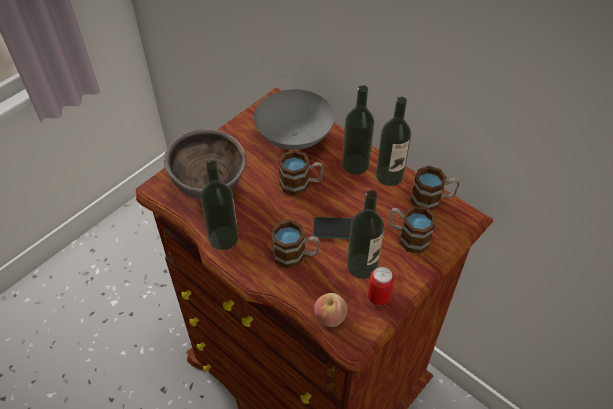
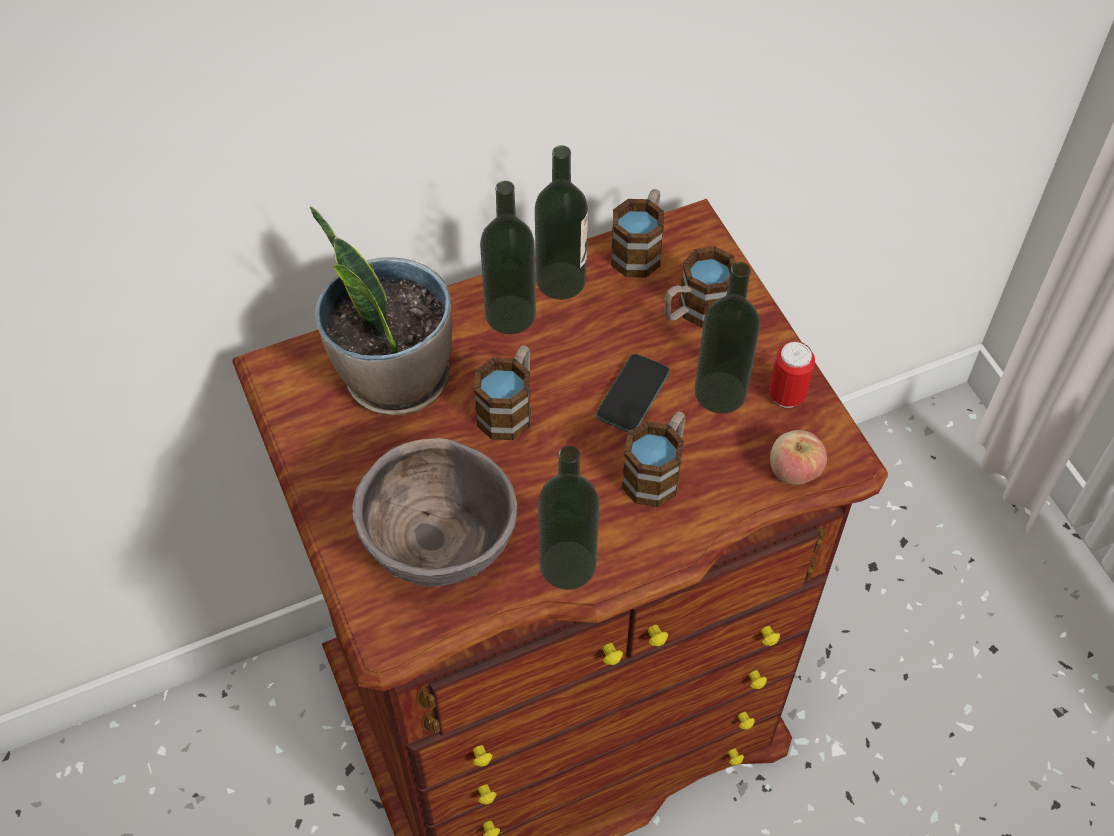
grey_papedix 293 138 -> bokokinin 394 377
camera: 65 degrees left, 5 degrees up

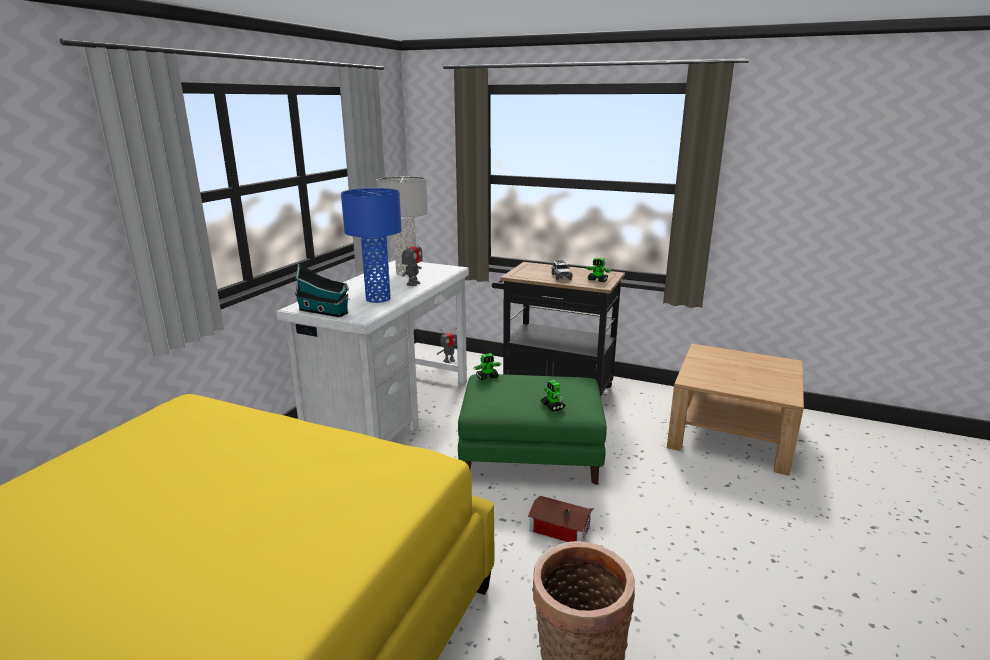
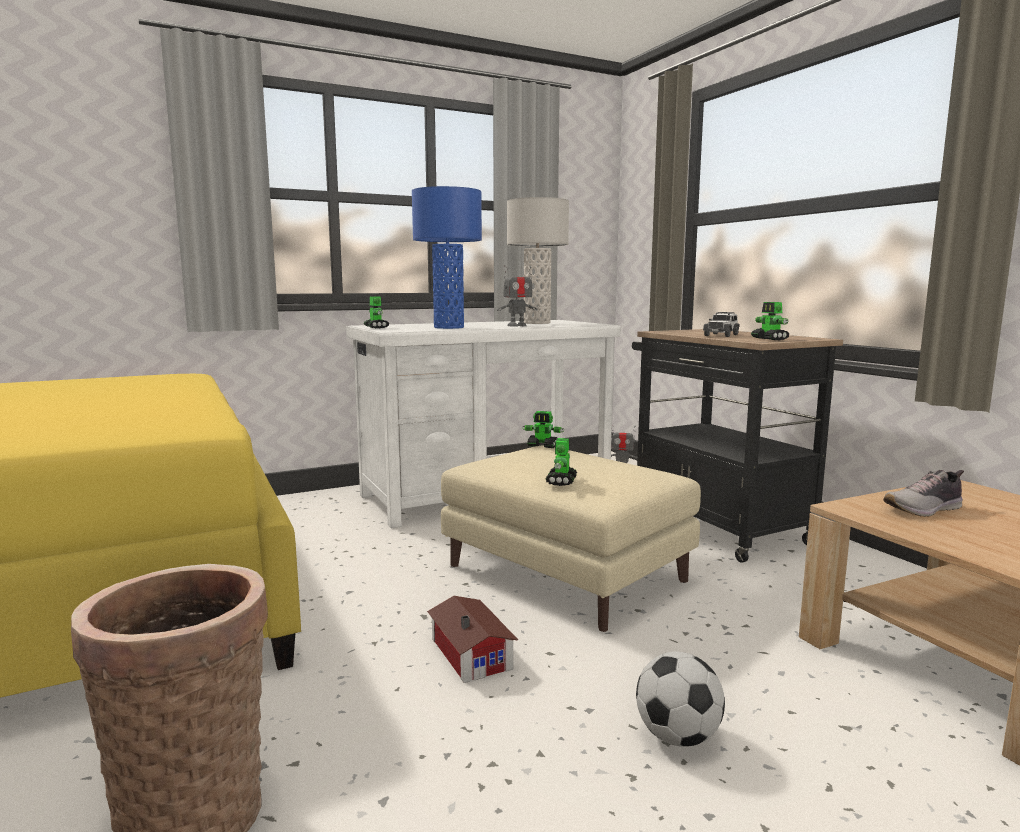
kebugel 325 312 -> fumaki 376 327
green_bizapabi 532 455 -> beige_bizapabi 568 575
none -> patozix 924 509
none -> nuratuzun 678 737
camera: 40 degrees right, 10 degrees down

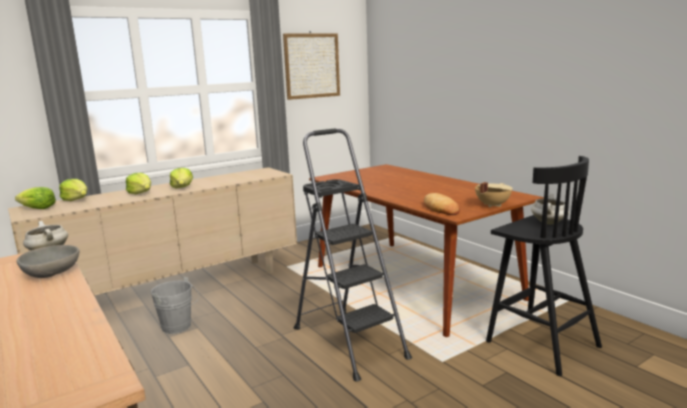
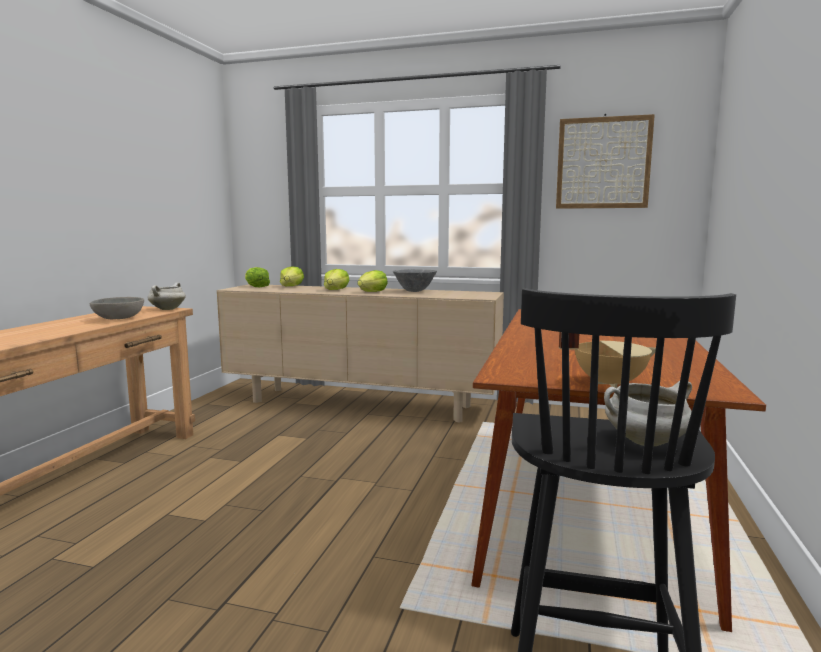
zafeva 348 341 -> none
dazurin 440 208 -> none
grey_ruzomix 179 327 -> none
none -> grey_papedix 414 291
camera: 50 degrees right, 5 degrees down

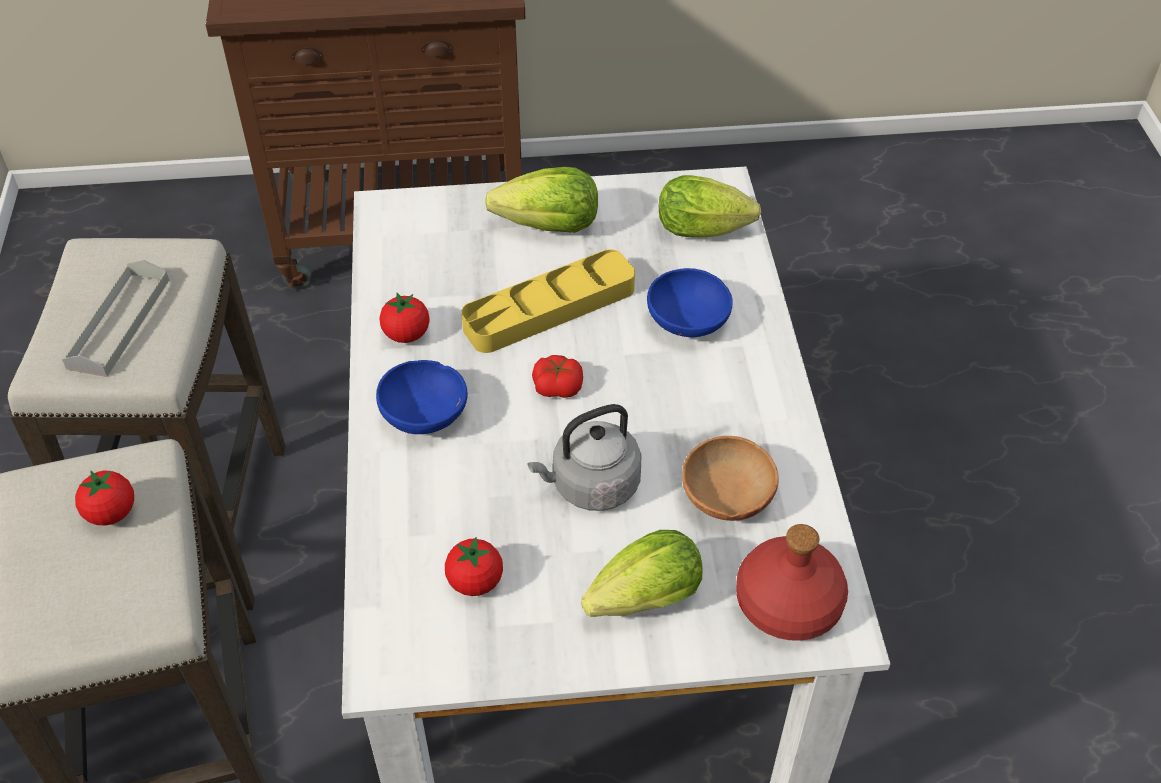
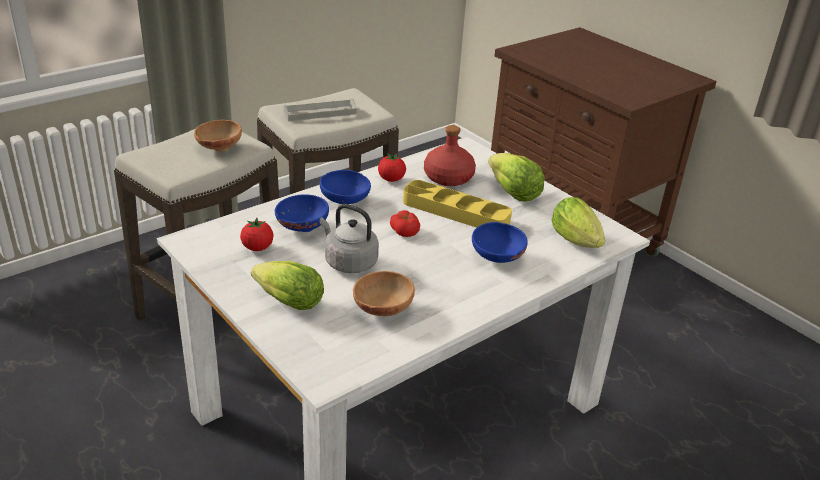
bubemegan 111 513 -> brown_papedix 218 148
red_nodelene 786 604 -> red_nodelene 448 177, relocated
none -> blue_papedix 301 227
camera: 55 degrees right, 15 degrees down

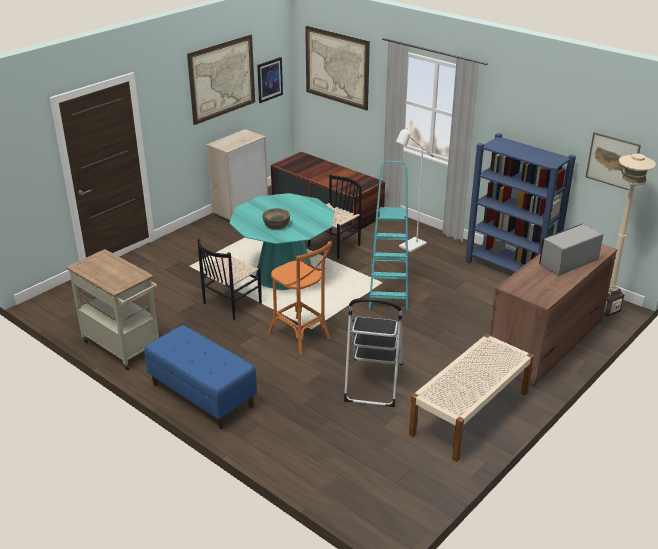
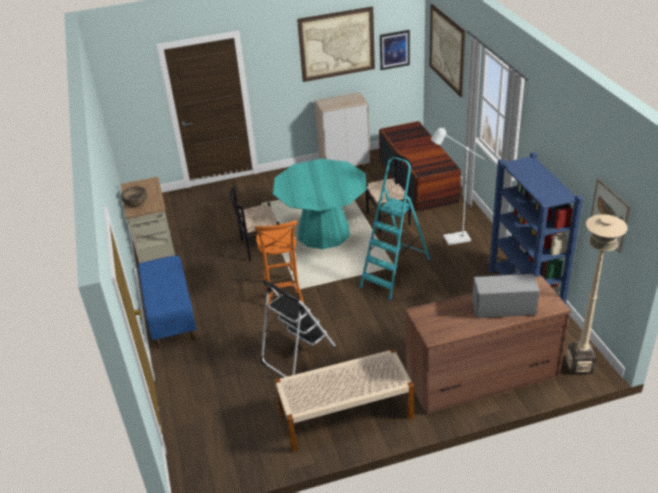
brown_papedix 276 224 -> brown_papedix 136 202, relocated
camera: 35 degrees right, 5 degrees up

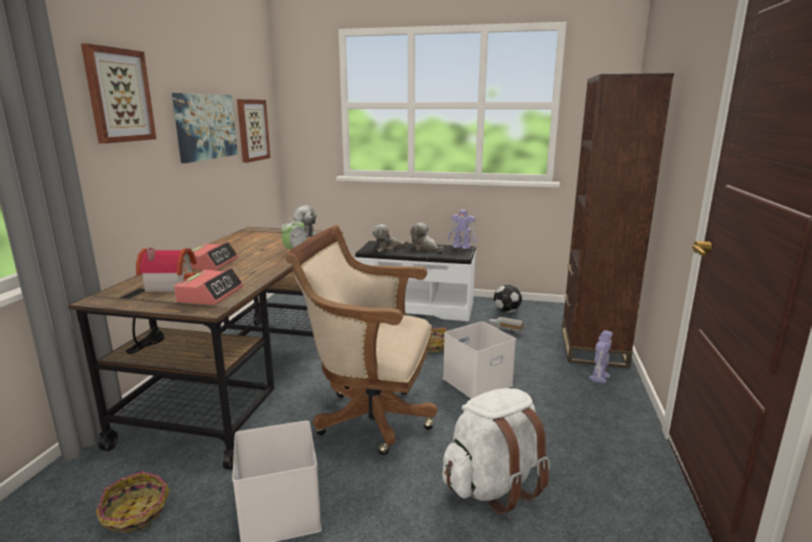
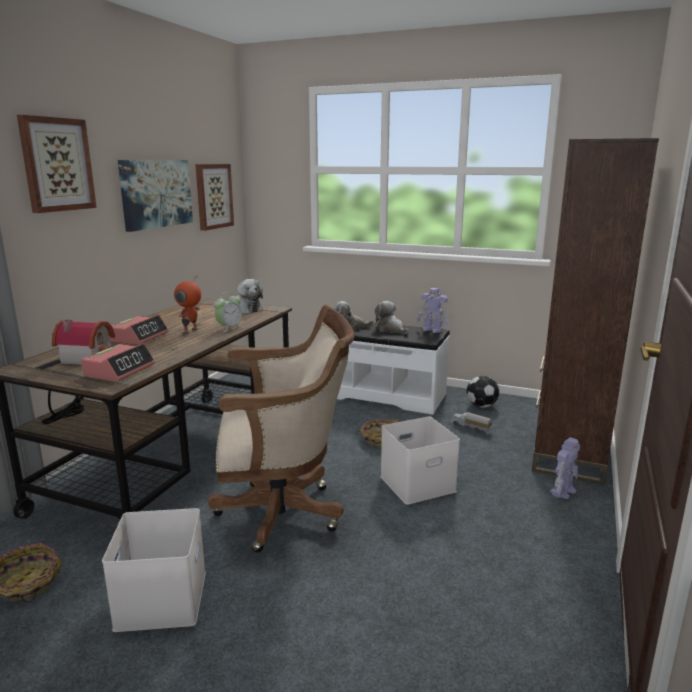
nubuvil 368 418 -> nubuvil 285 512, 150 degrees clockwise
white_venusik 493 485 -> none
none -> fumaki 191 331
camera: 10 degrees right, 0 degrees up

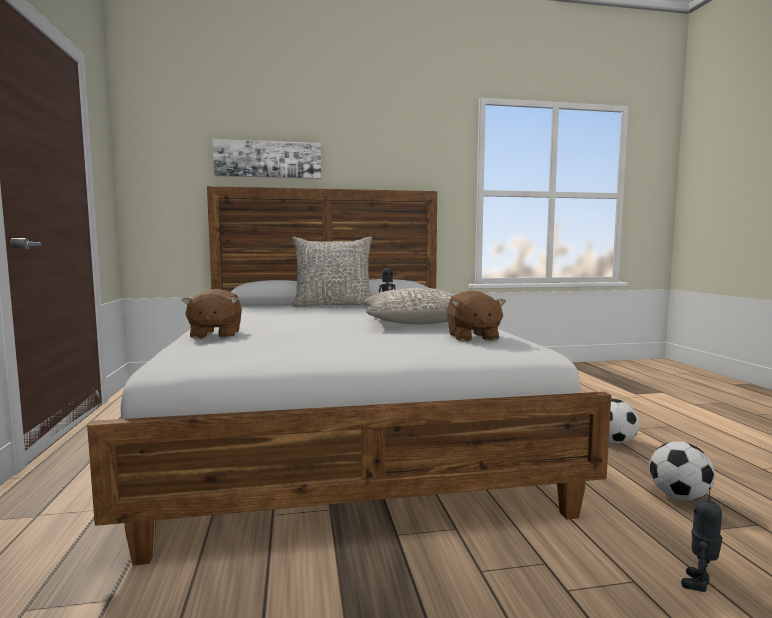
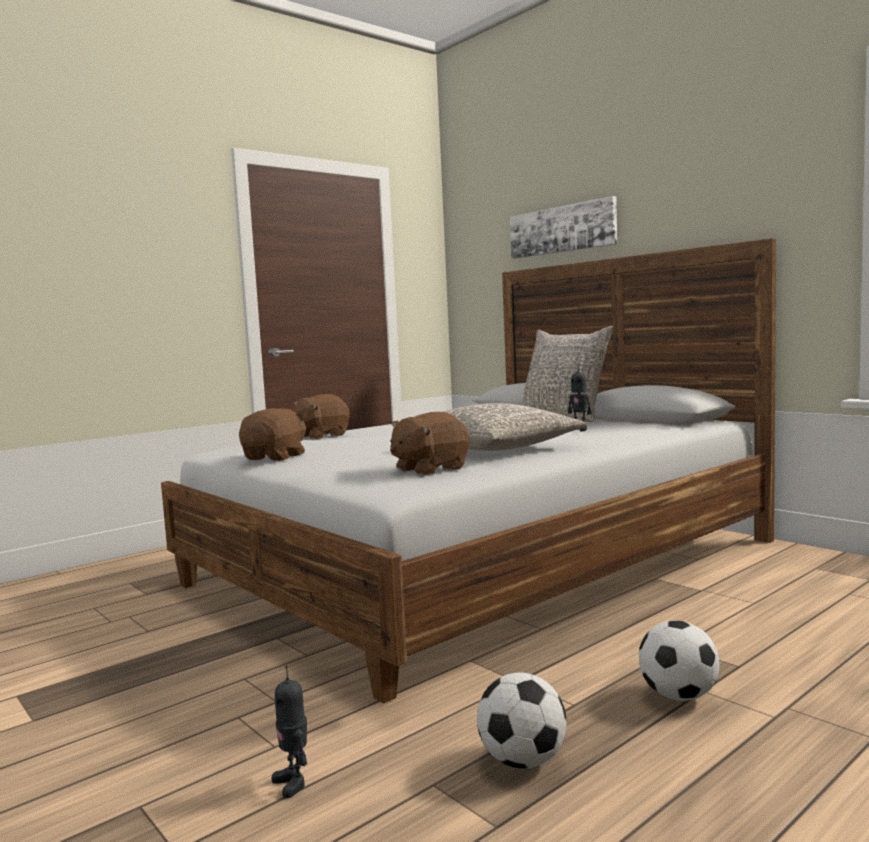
fumaki 700 584 -> fumaki 293 783, 135 degrees counterclockwise
none -> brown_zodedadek 276 457
camera: 60 degrees right, 0 degrees up

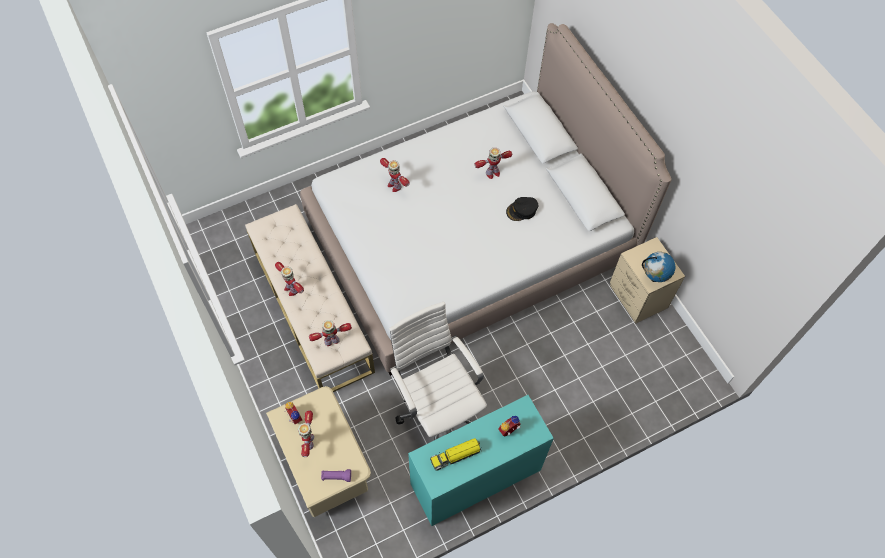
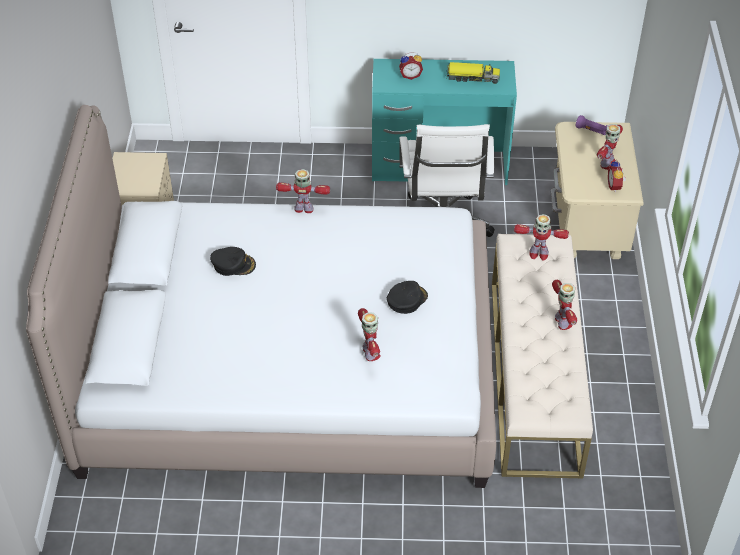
fumaki 492 173 -> fumaki 304 209, relocated
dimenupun 654 277 -> none
none -> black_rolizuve 406 299
camera: 150 degrees left, 15 degrees down

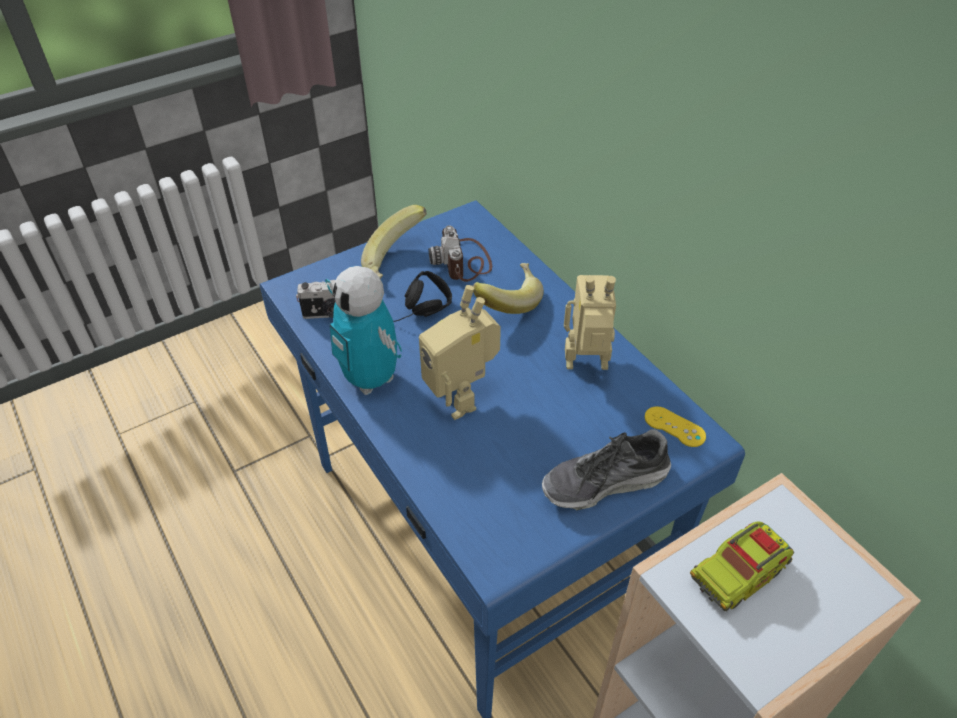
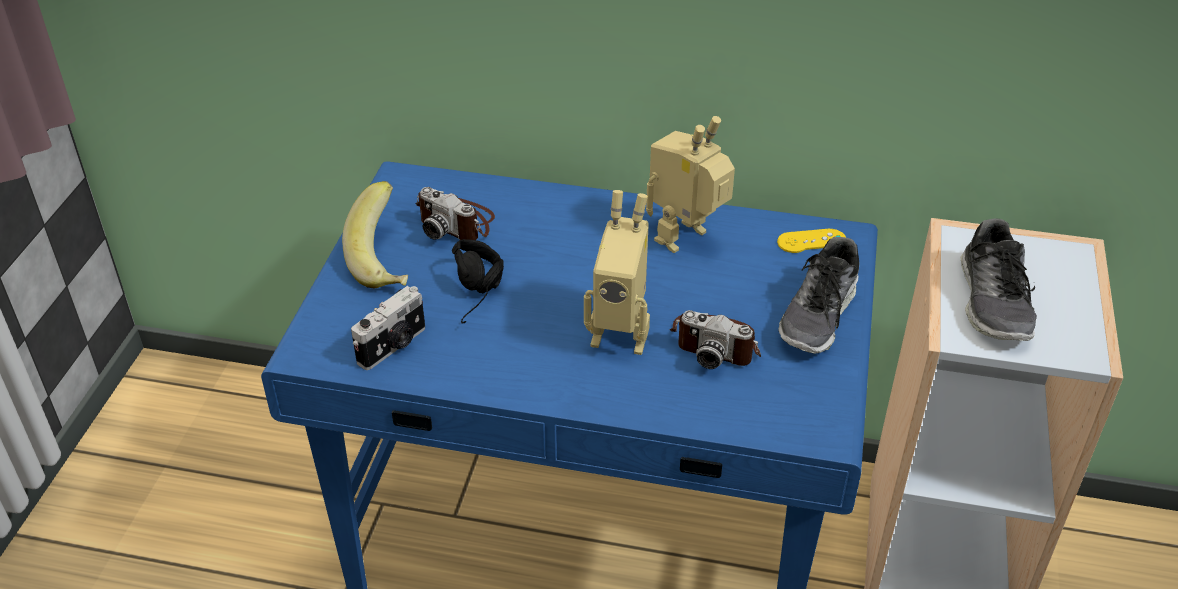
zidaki 507 301 -> none
fumaki 370 379 -> none
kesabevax 738 573 -> patozix 994 302
none -> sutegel 716 343
camera: 45 degrees left, 5 degrees down

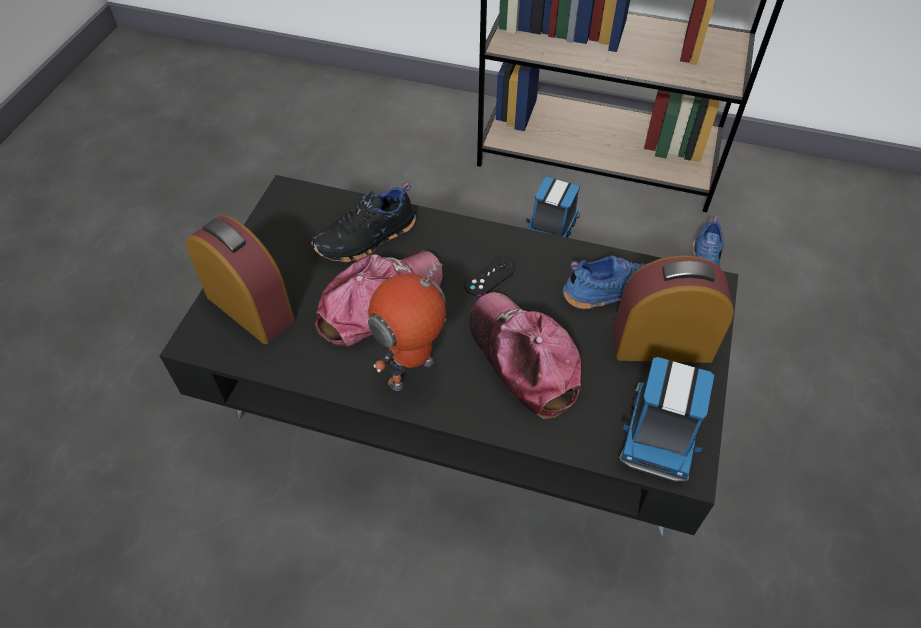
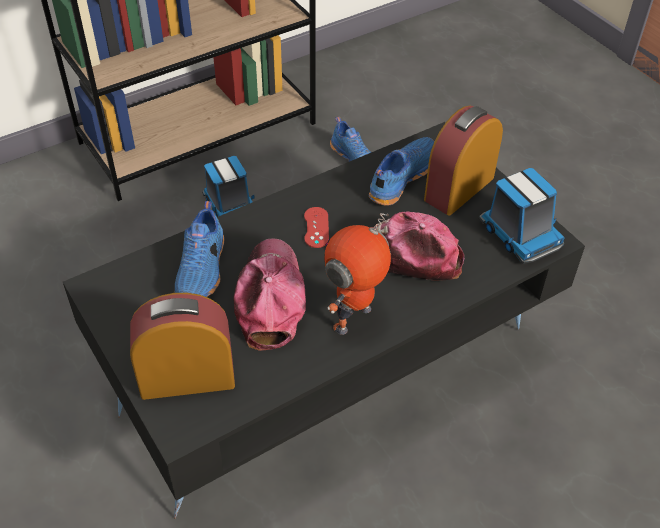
black_patozix 367 239 -> blue_patozix 203 269
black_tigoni 490 276 -> red_tigoni 316 227
fumaki 413 374 -> fumaki 354 320, 45 degrees clockwise
camera: 50 degrees left, 5 degrees down

